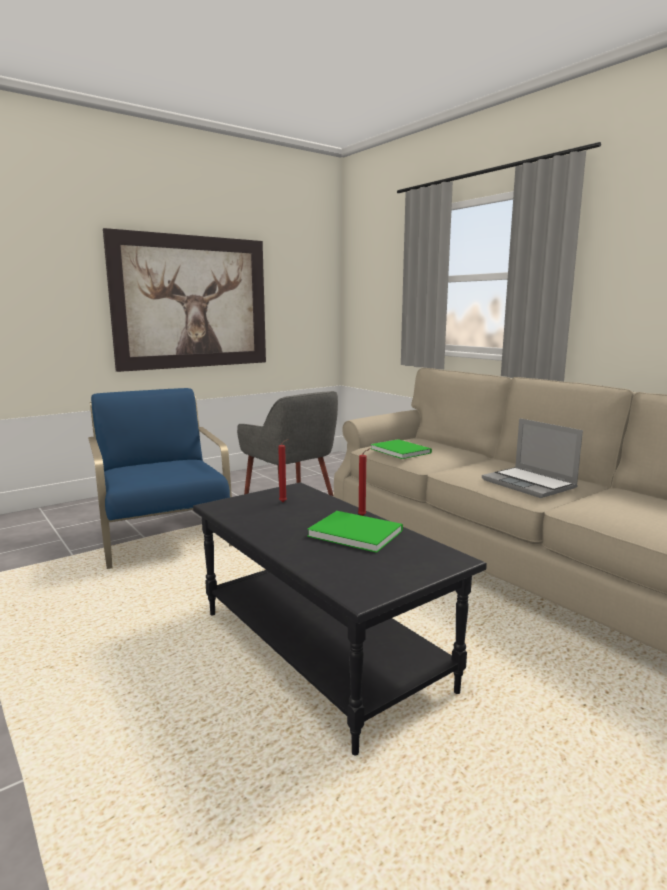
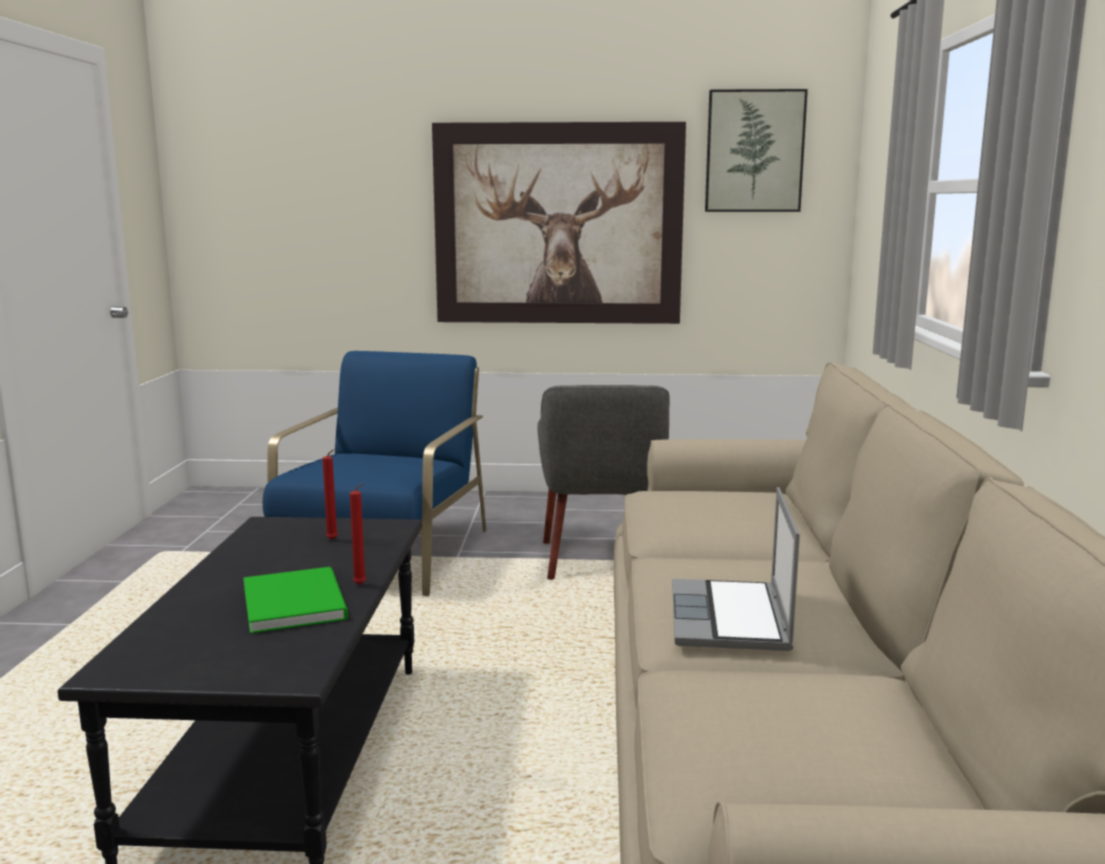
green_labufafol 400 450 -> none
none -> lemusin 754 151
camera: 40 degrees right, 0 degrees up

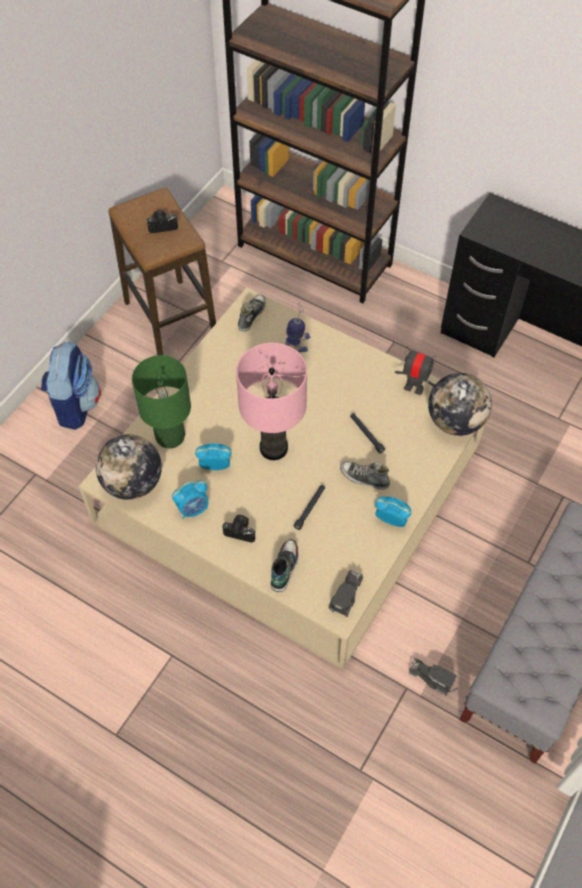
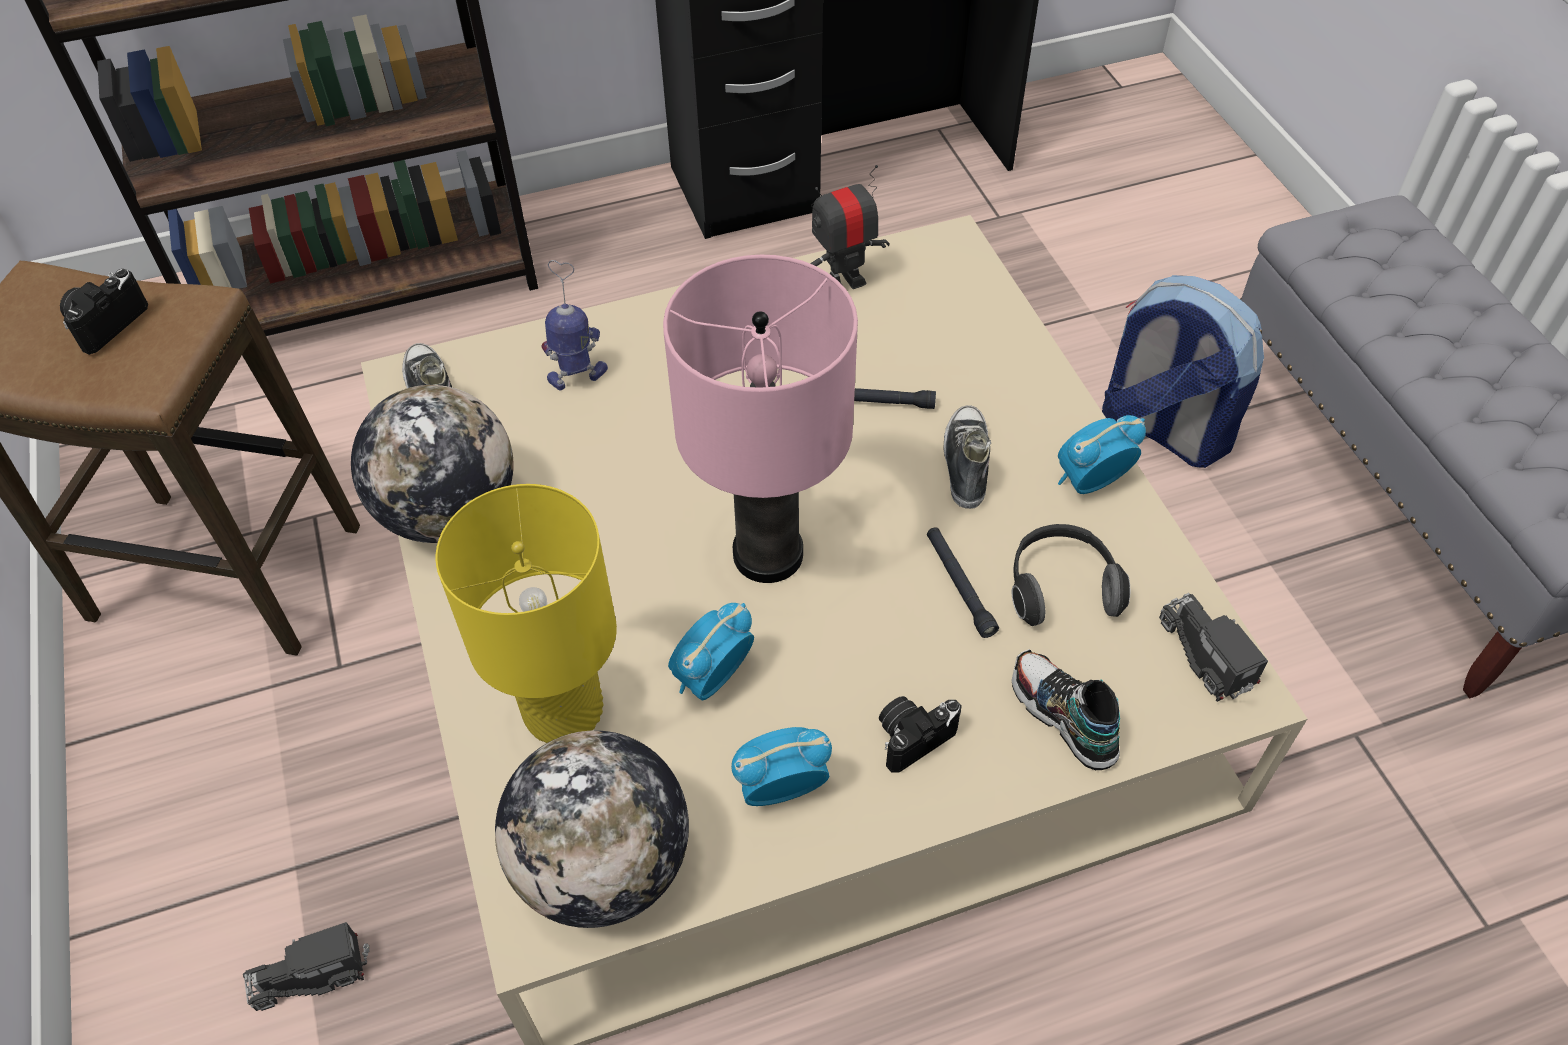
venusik 75 405 -> venusik 1161 428, relocated
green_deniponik 171 438 -> yellow_deniponik 566 714
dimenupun 455 421 -> dimenupun 449 512, relocated
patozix 364 478 -> patozix 965 463, 120 degrees clockwise
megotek 193 509 -> megotek 780 789, 120 degrees counterclockwise
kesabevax 433 679 -> kesabevax 315 973, relocated
none -> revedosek 1060 587
camera: 50 degrees left, 5 degrees down

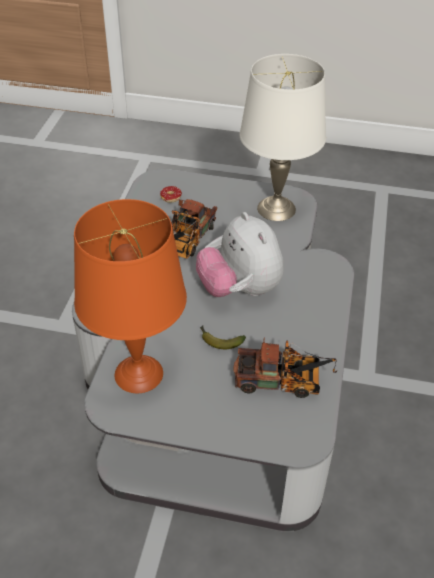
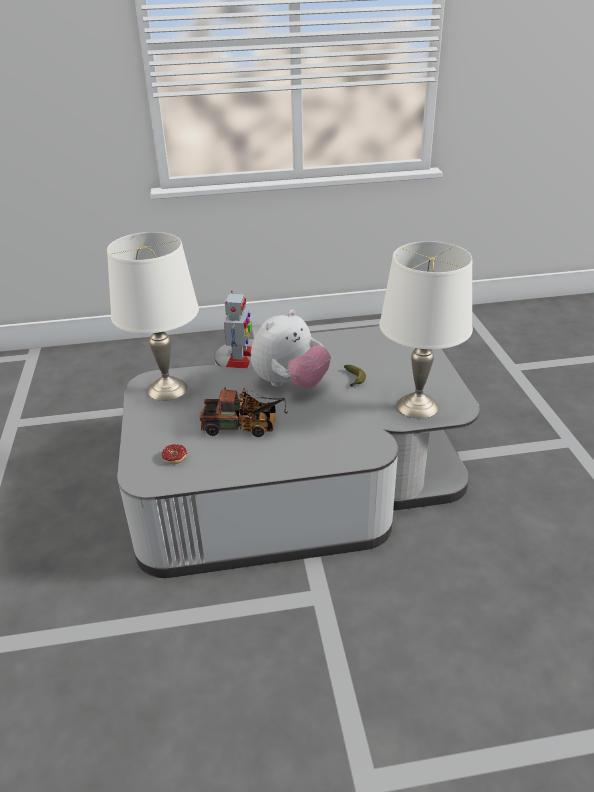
orange_deniponik 139 373 -> white_deniponik 417 406
kesabevax 283 382 -> none
none -> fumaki 240 358
camera: 110 degrees left, 10 degrees down

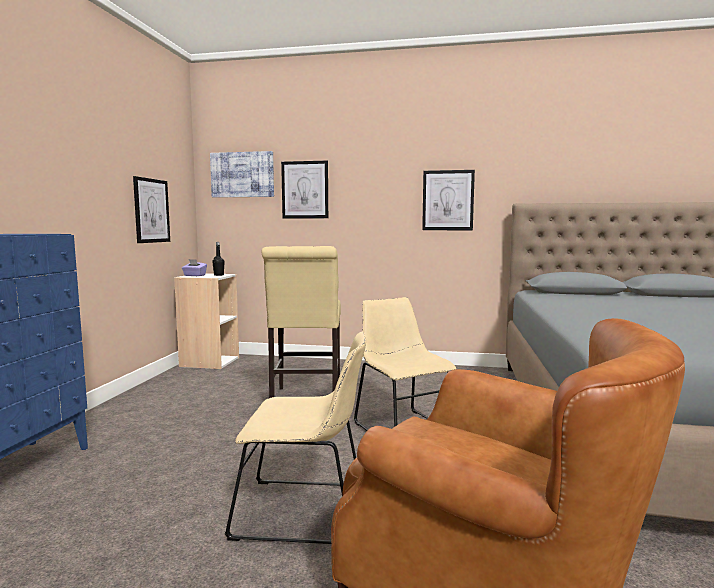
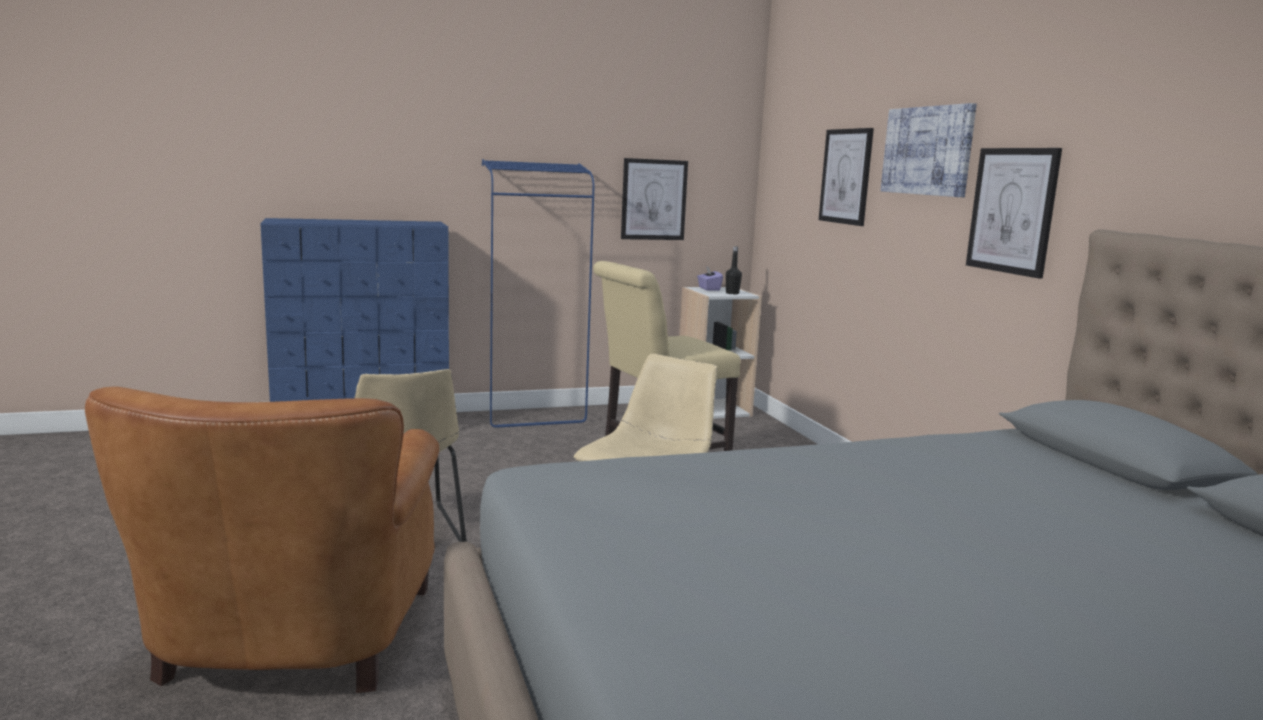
lemusin 242 174 -> lemusin 927 151, relocated
none -> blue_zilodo 534 417
camera: 60 degrees right, 5 degrees up

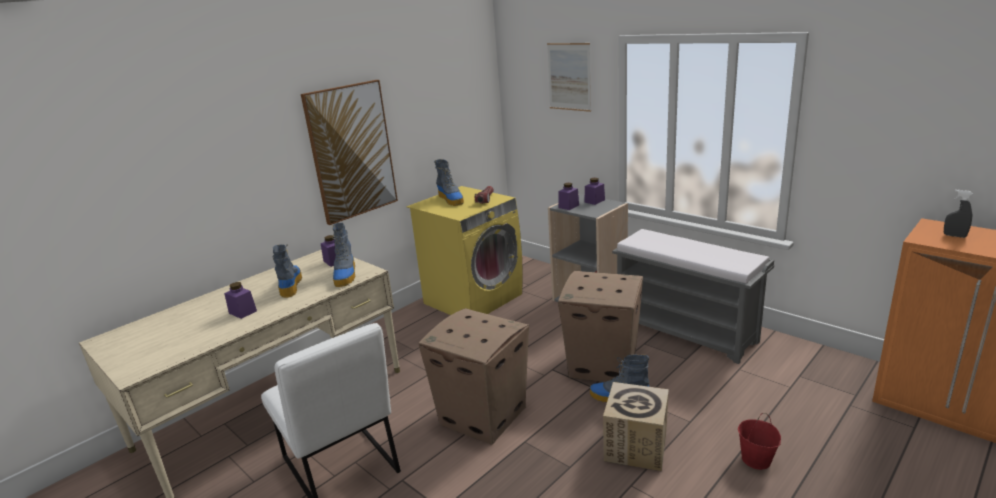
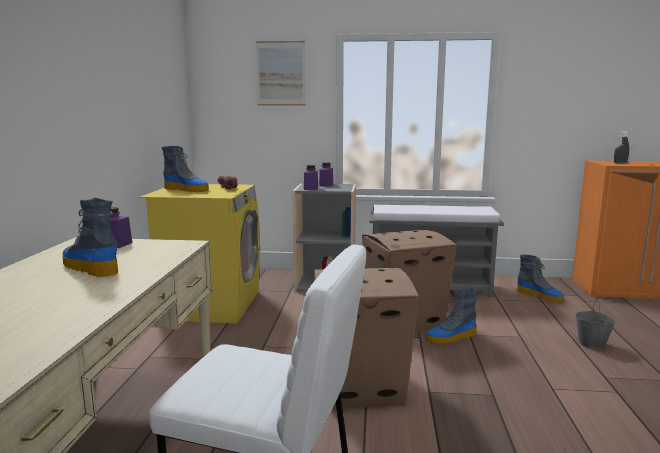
lemusin 351 151 -> none
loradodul 346 275 -> loradodul 540 296, relocated
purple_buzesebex 243 312 -> none
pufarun 636 447 -> none
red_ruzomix 756 460 -> grey_ruzomix 592 344
camera: 40 degrees left, 10 degrees down

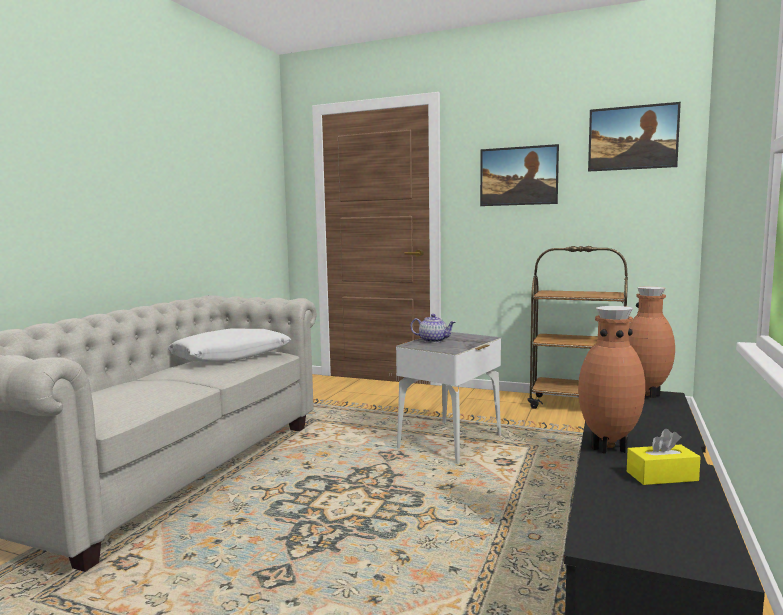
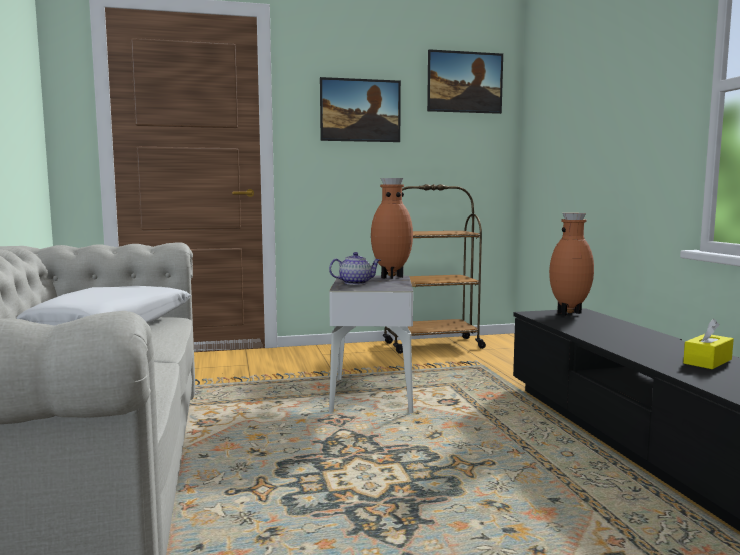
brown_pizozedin 608 447 -> brown_pizozedin 391 277, relocated
camera: 35 degrees left, 0 degrees up

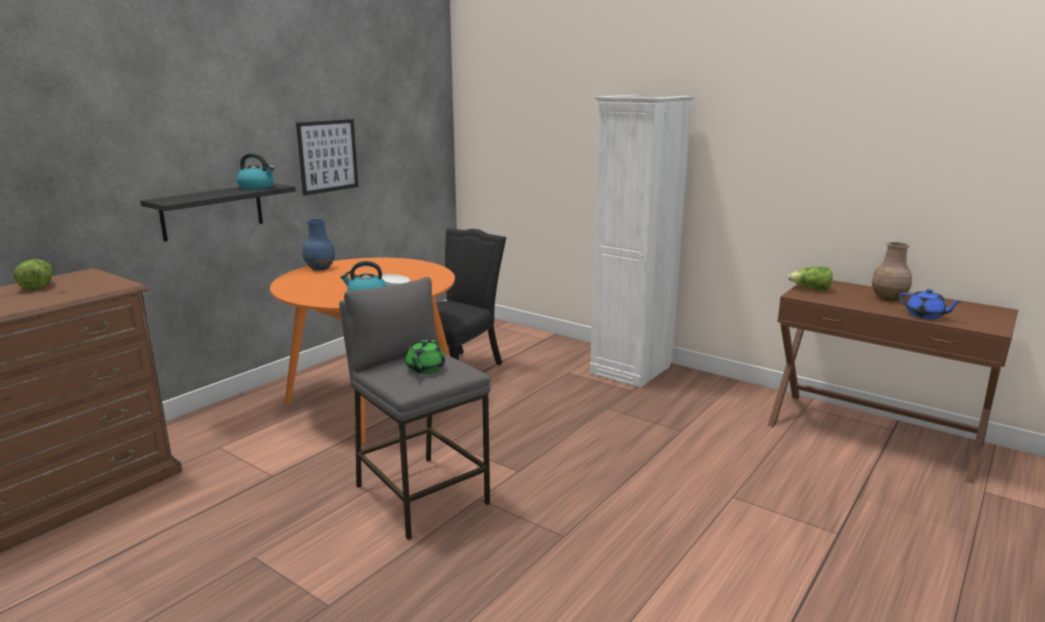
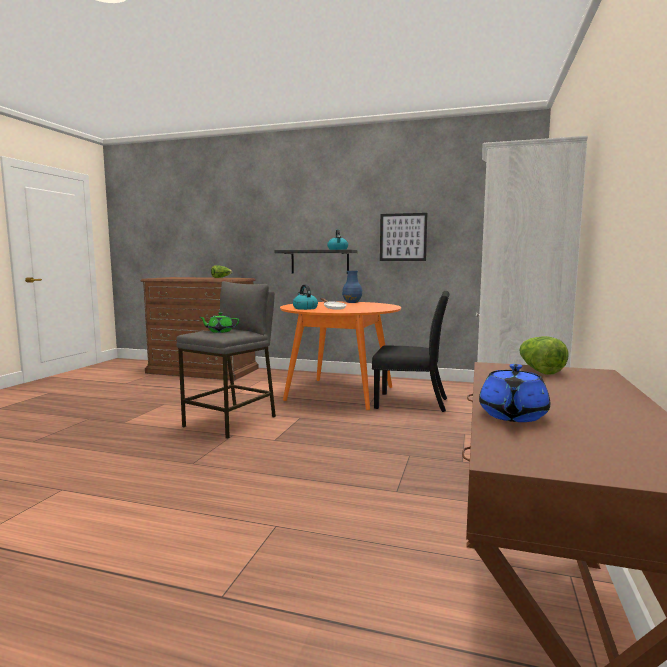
brown_pizozedin 888 298 -> none
camera: 70 degrees right, 10 degrees down

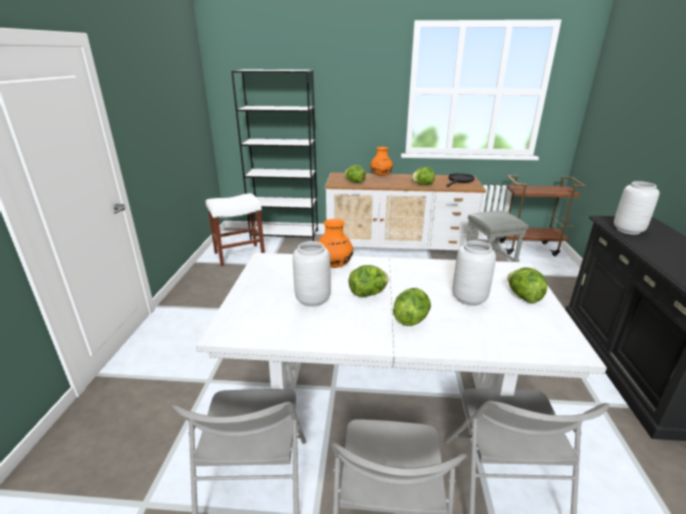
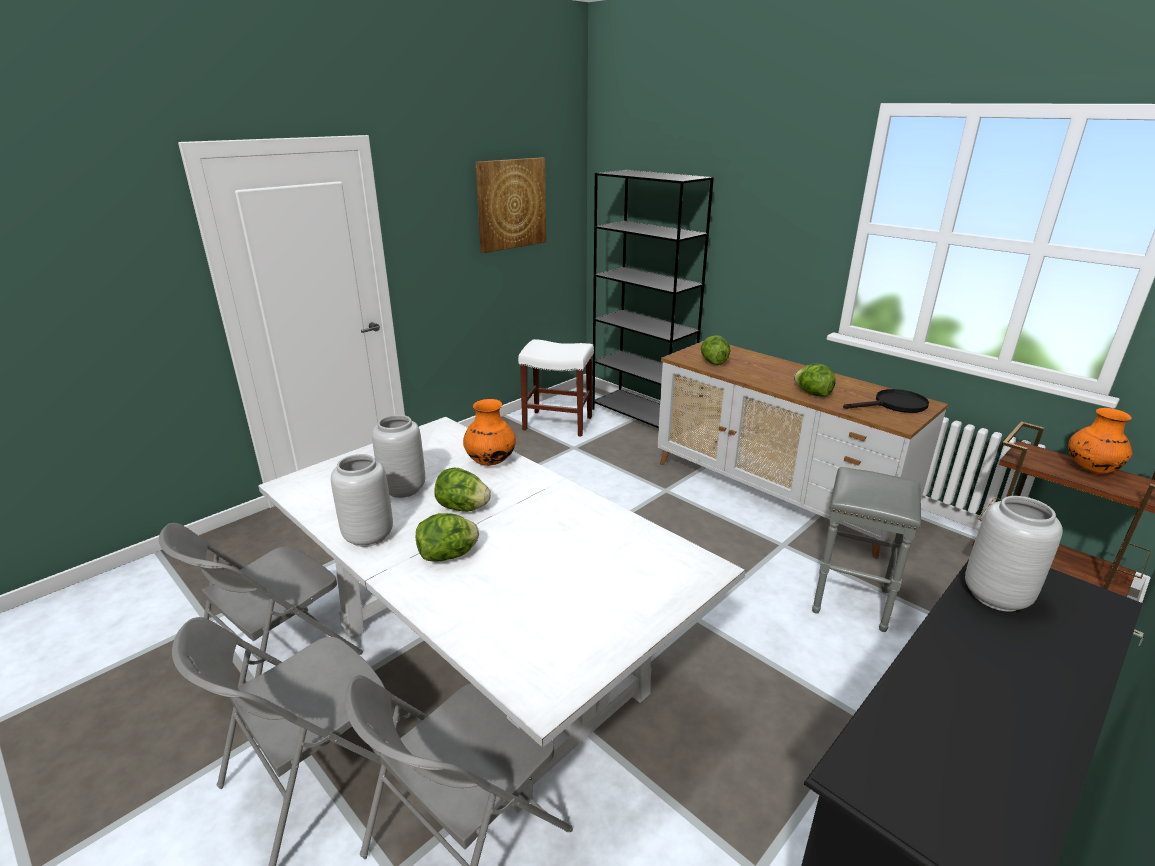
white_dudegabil 285 235 -> black_dudegabil 641 416
orange_pizozedin 381 175 -> orange_pizozedin 1090 469, relocated
grey_pizozedin 469 299 -> grey_pizozedin 368 537, relocated
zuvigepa 523 297 -> none
none -> lemusin 511 204
camera: 40 degrees right, 0 degrees up

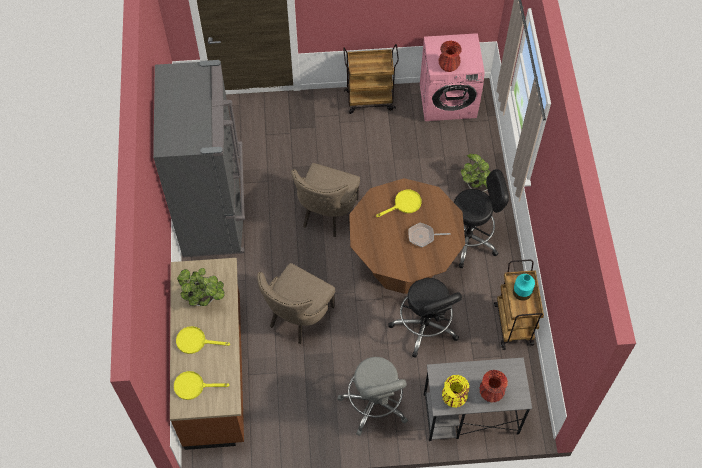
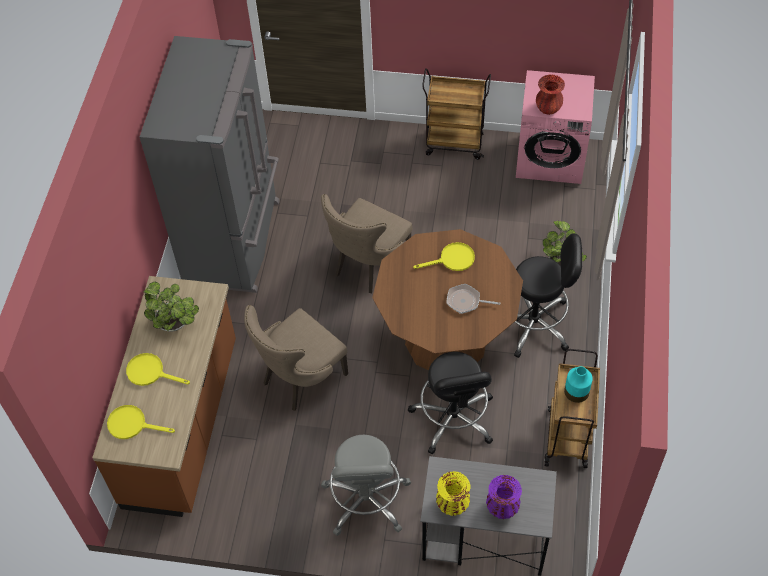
red_pizozedin 491 393 -> purple_pizozedin 502 508
camera: 15 degrees right, 5 degrees down

